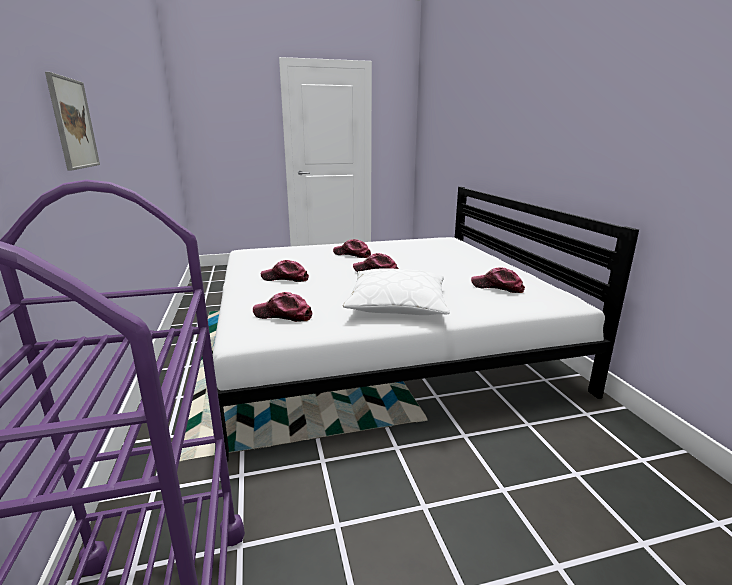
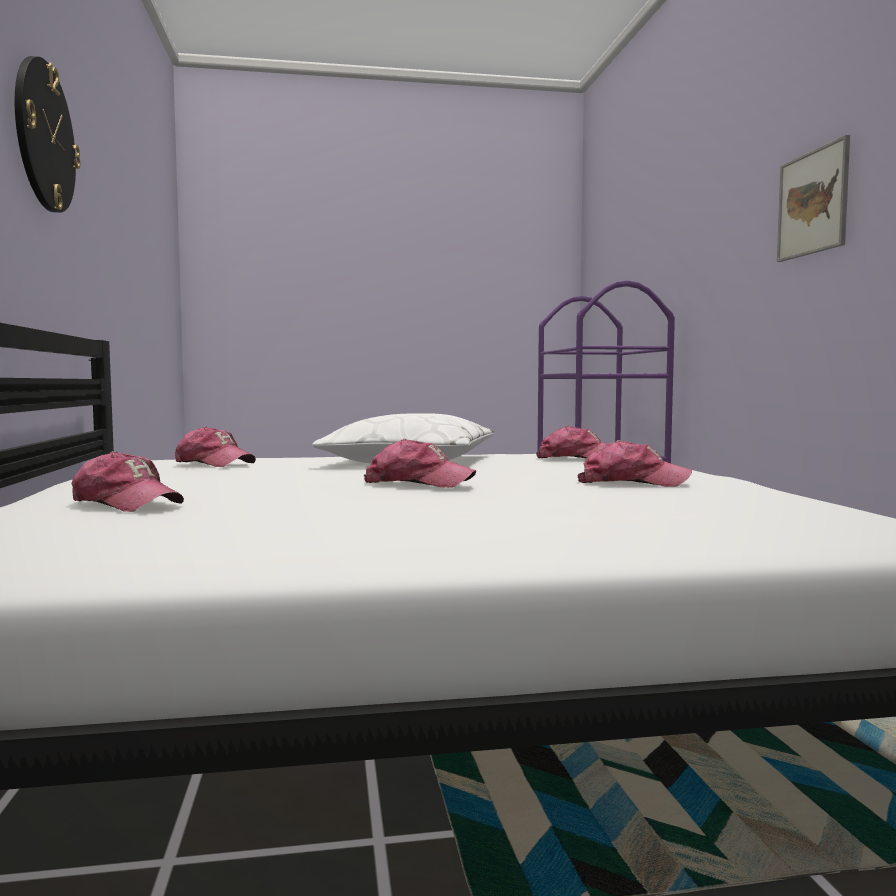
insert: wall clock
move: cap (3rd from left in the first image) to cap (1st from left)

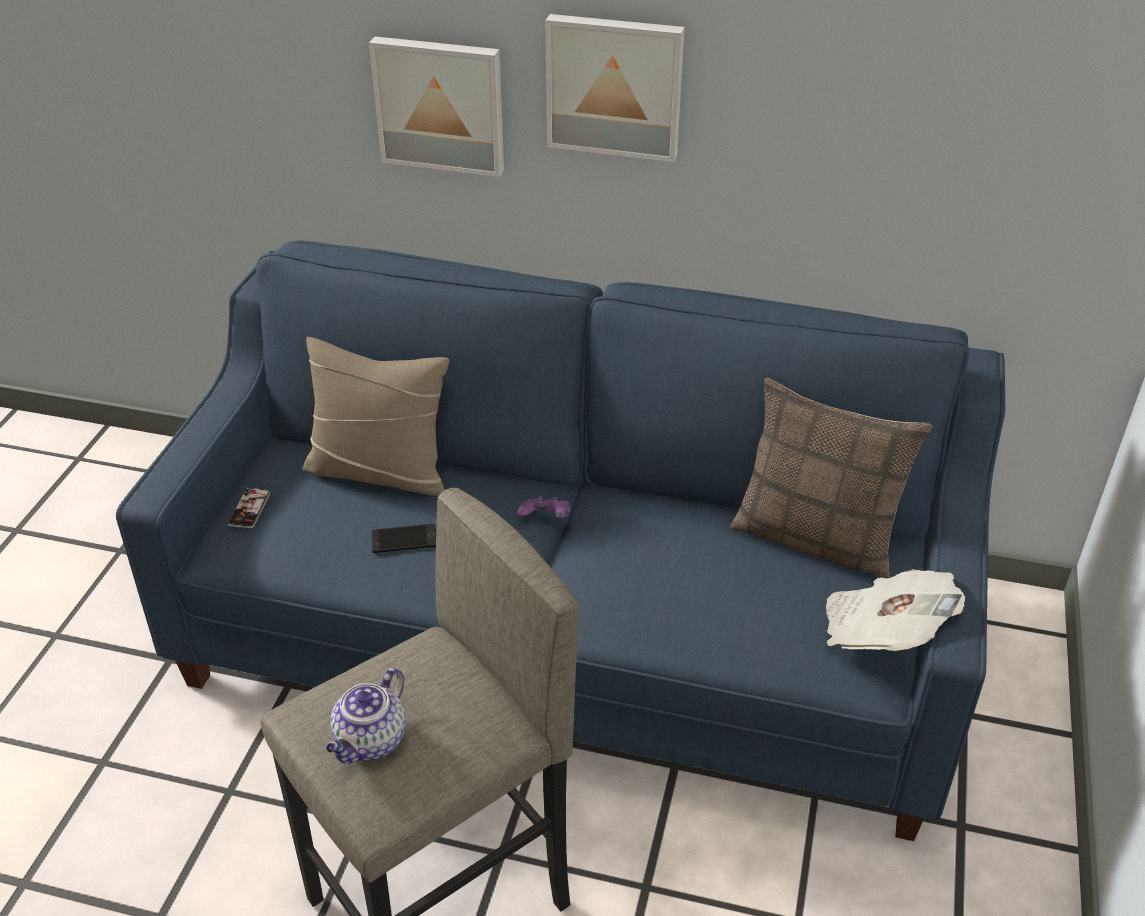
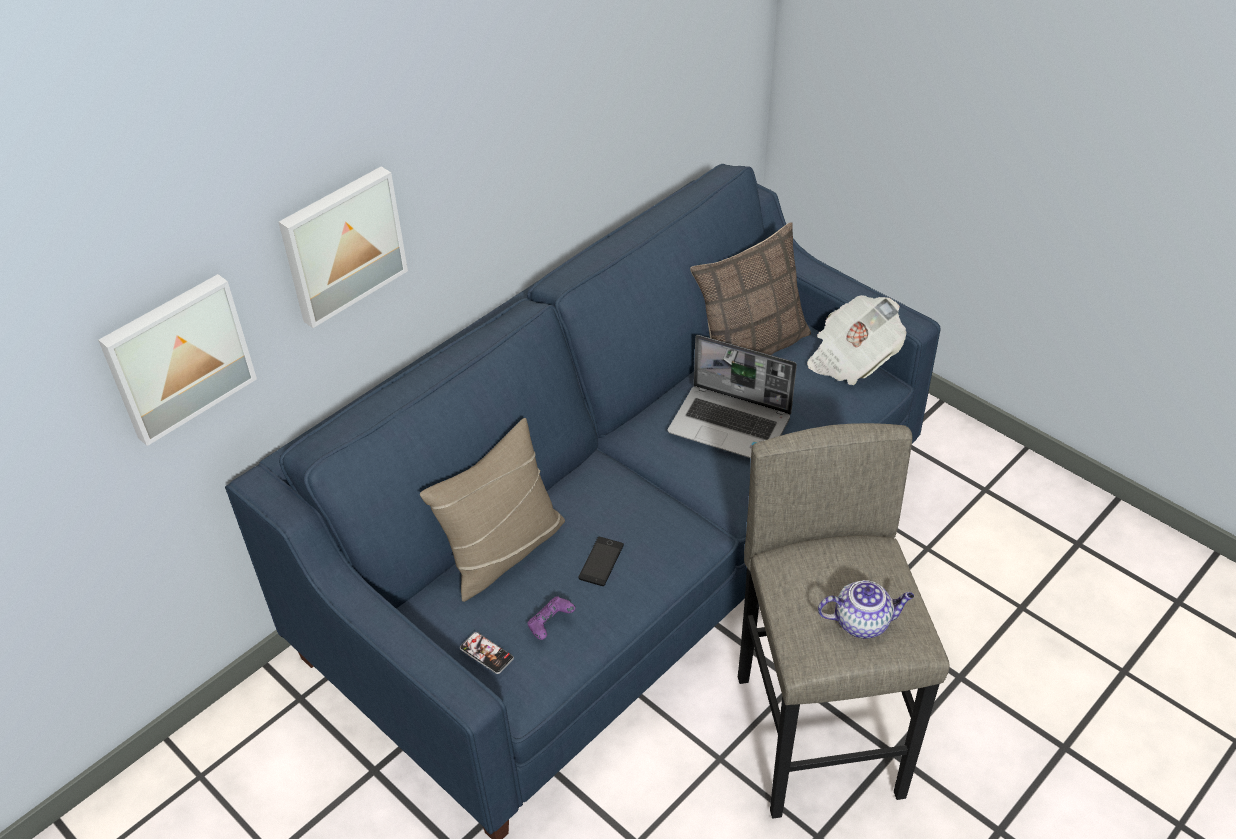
insert: laptop
move: game controller (purple); picture (2nd from left in the first image) to picture (1st from left)
rotate: teapot 60 degrees counterclockwise

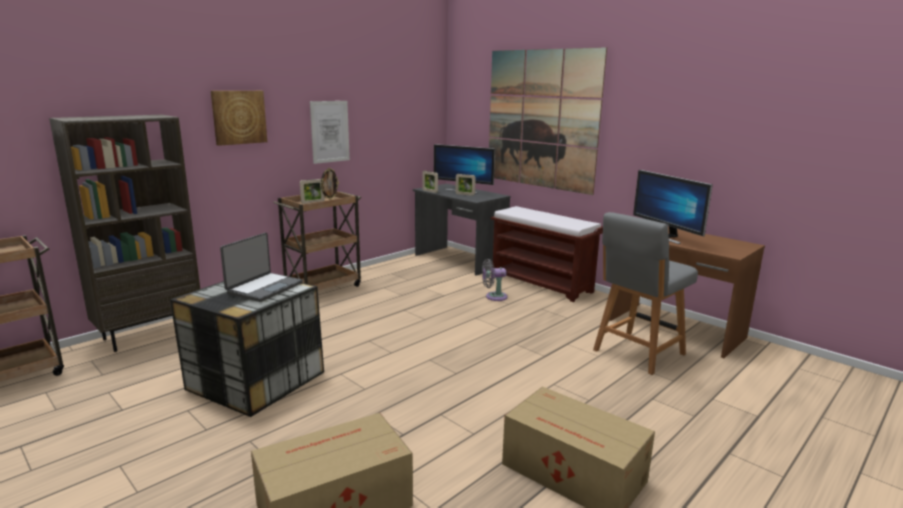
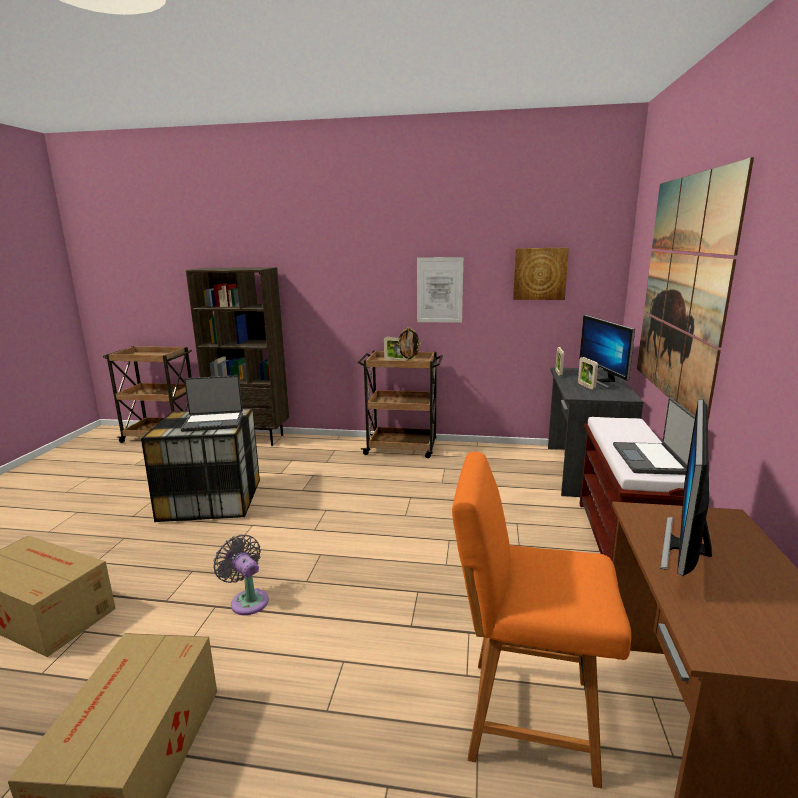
insert: laptop (2nd from left)
move: picture (1st from left in the first image) to picture (2nd from left); fan (grey)
recolor: chair (grey) to chair (orange)

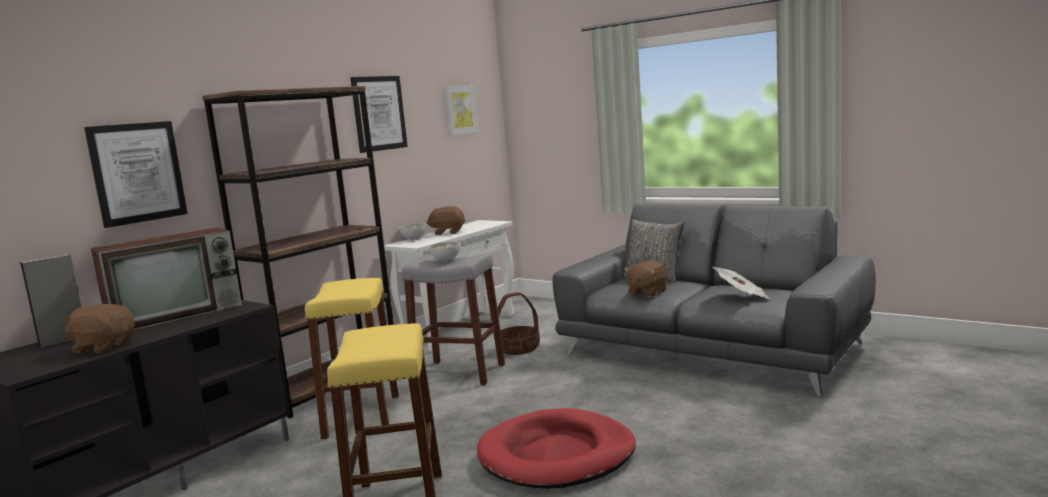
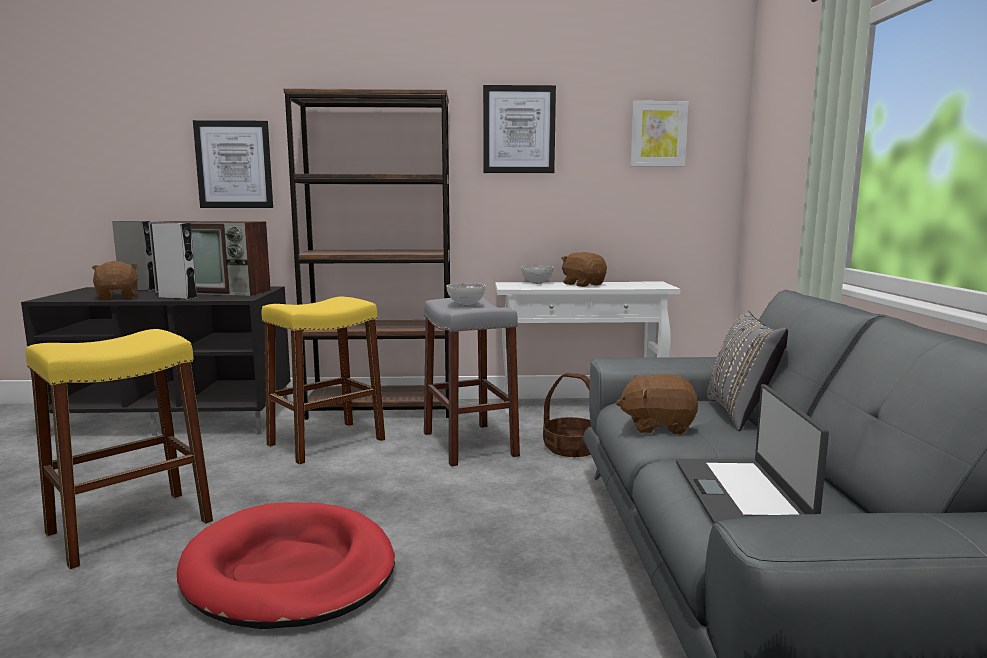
insert: speaker (grey) (2nd from left)
replace: newspaper to laptop

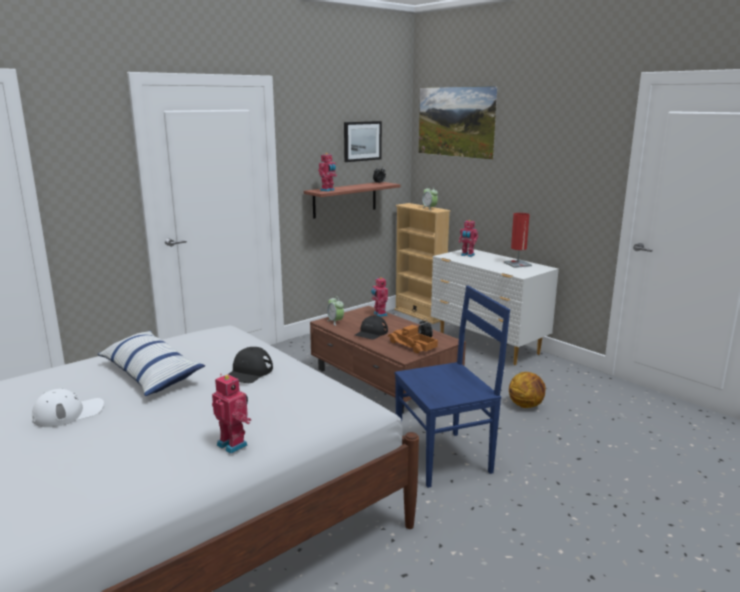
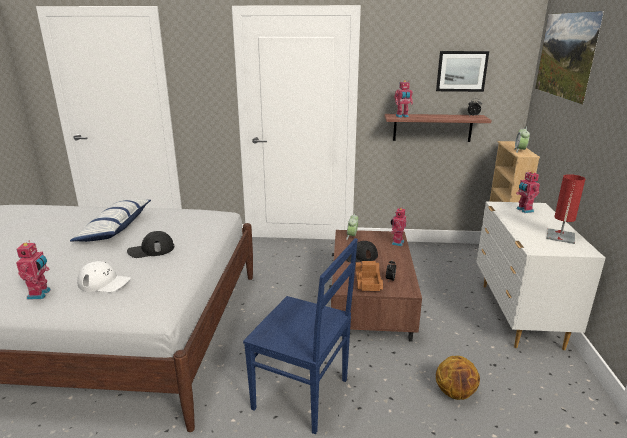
move: cap (white)

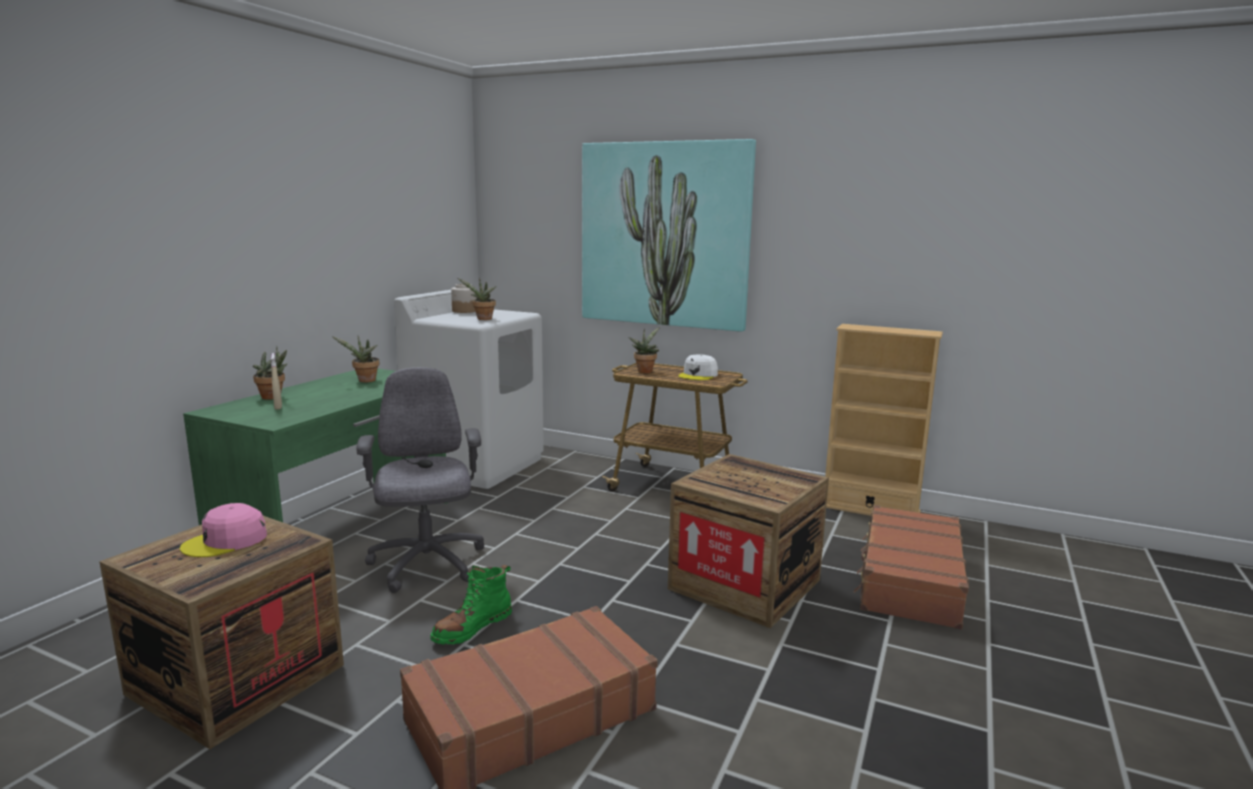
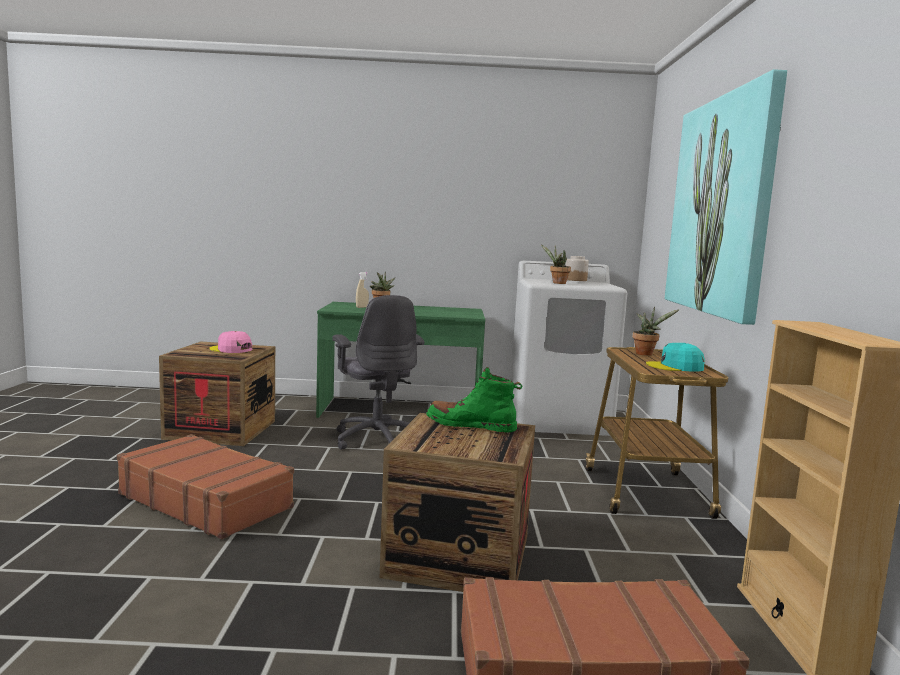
delete: potted plant (2nd from left)
move: boot (green)
recolor: cap (white) to cap (turquoise)
rotate: office chair (grey) 105 degrees clockwise

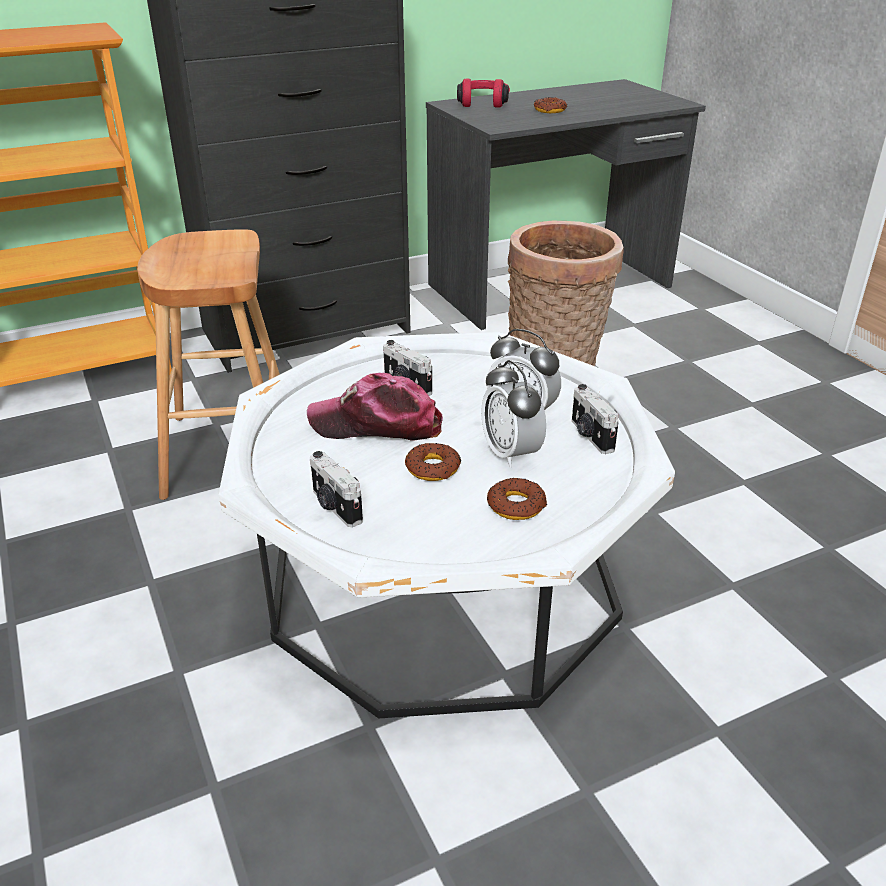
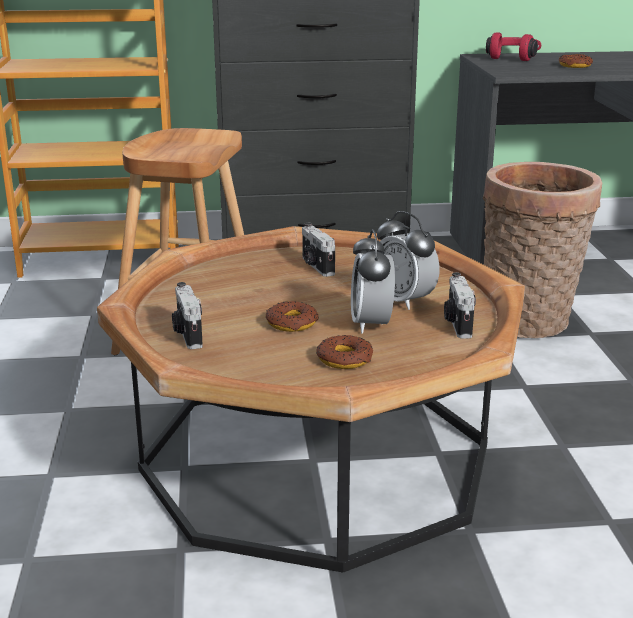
delete: cap
recolor: coffee table (white) to coffee table (brown)

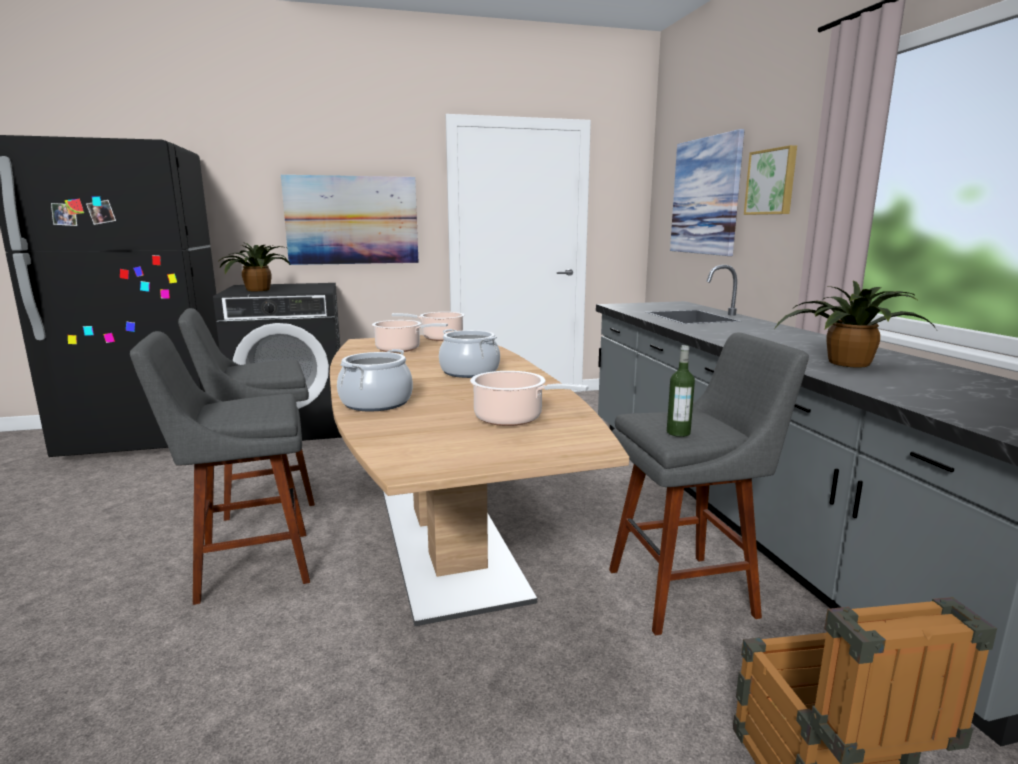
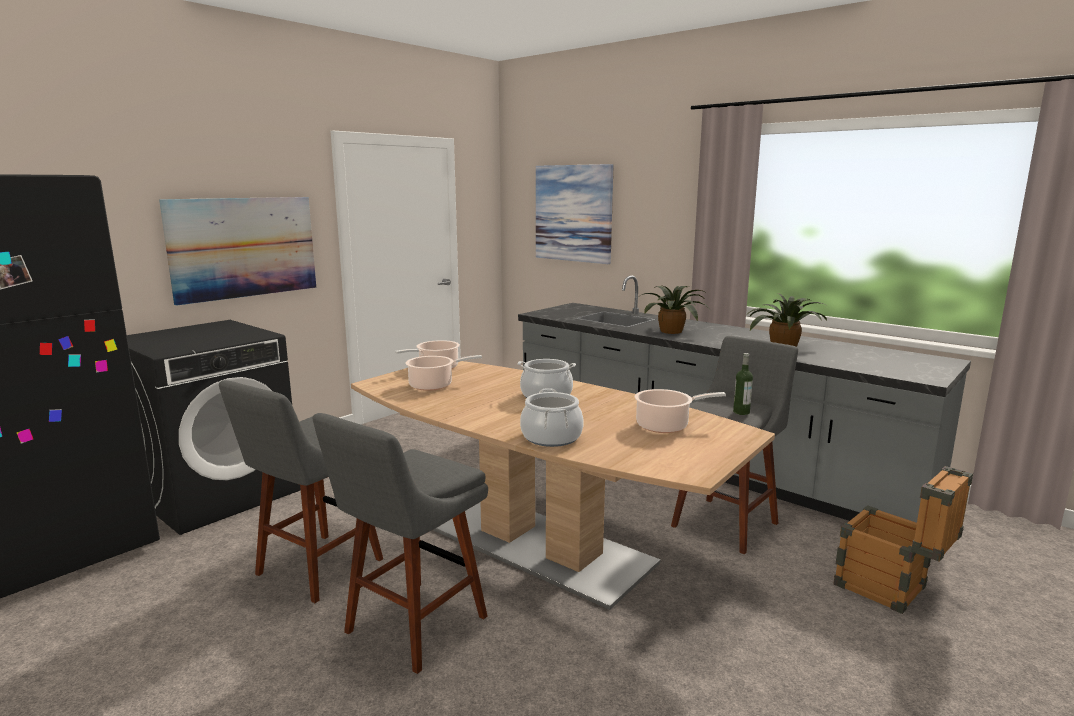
delete: picture (3rd from left)
move: potted plant (1st from left)

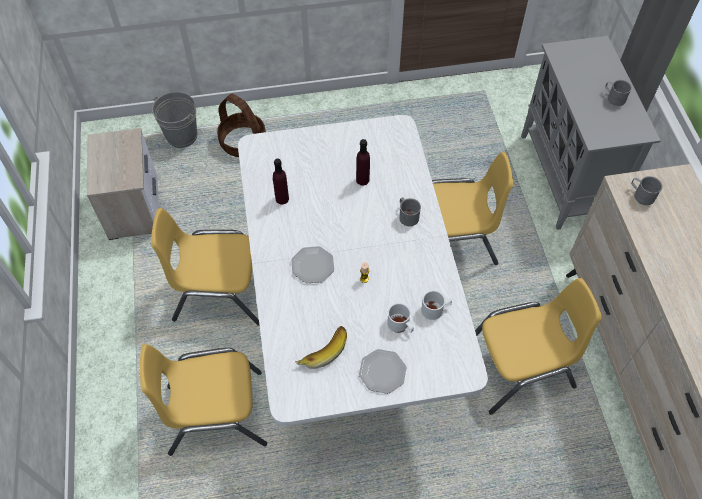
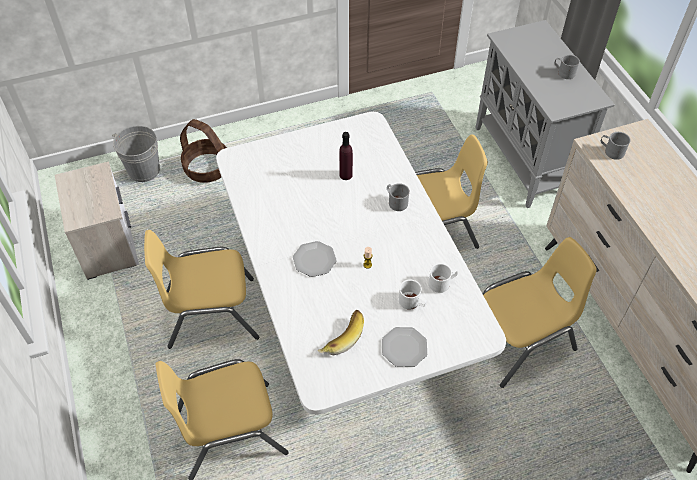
delete: bottle (purple) (1st from left)

